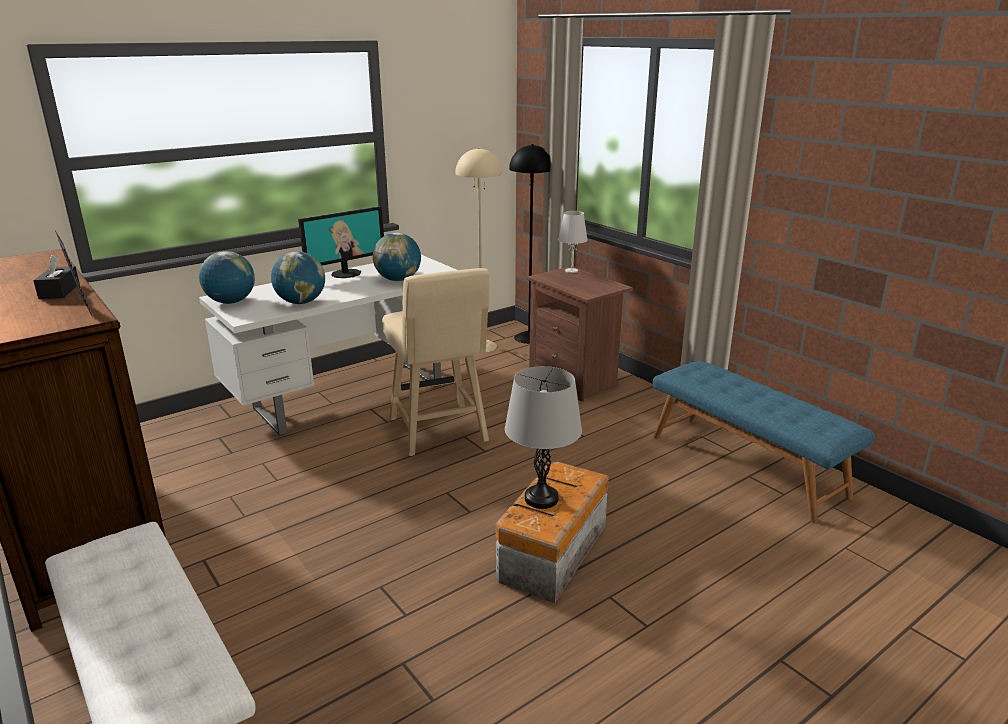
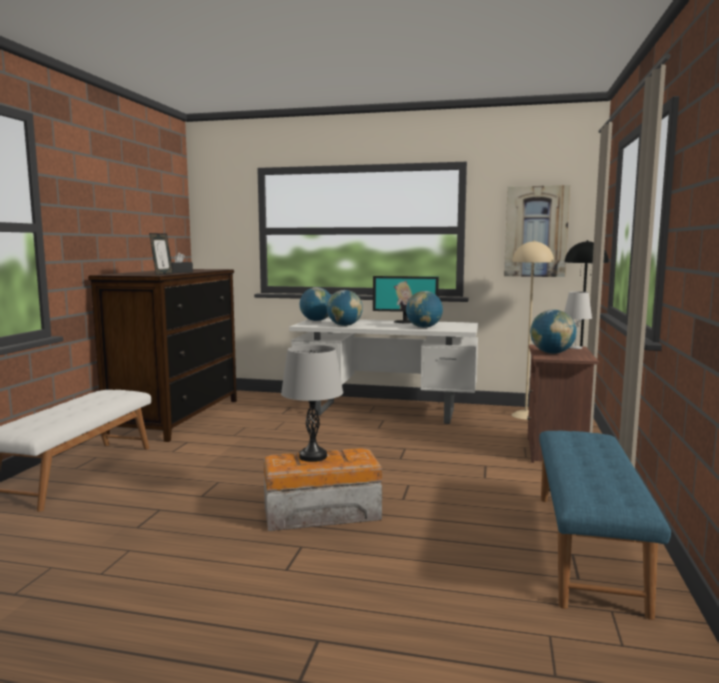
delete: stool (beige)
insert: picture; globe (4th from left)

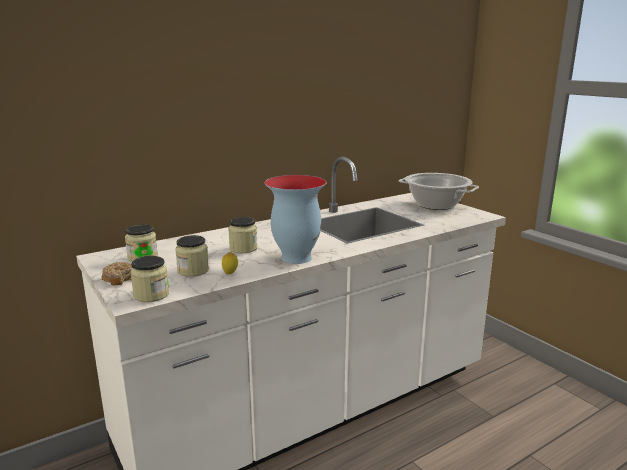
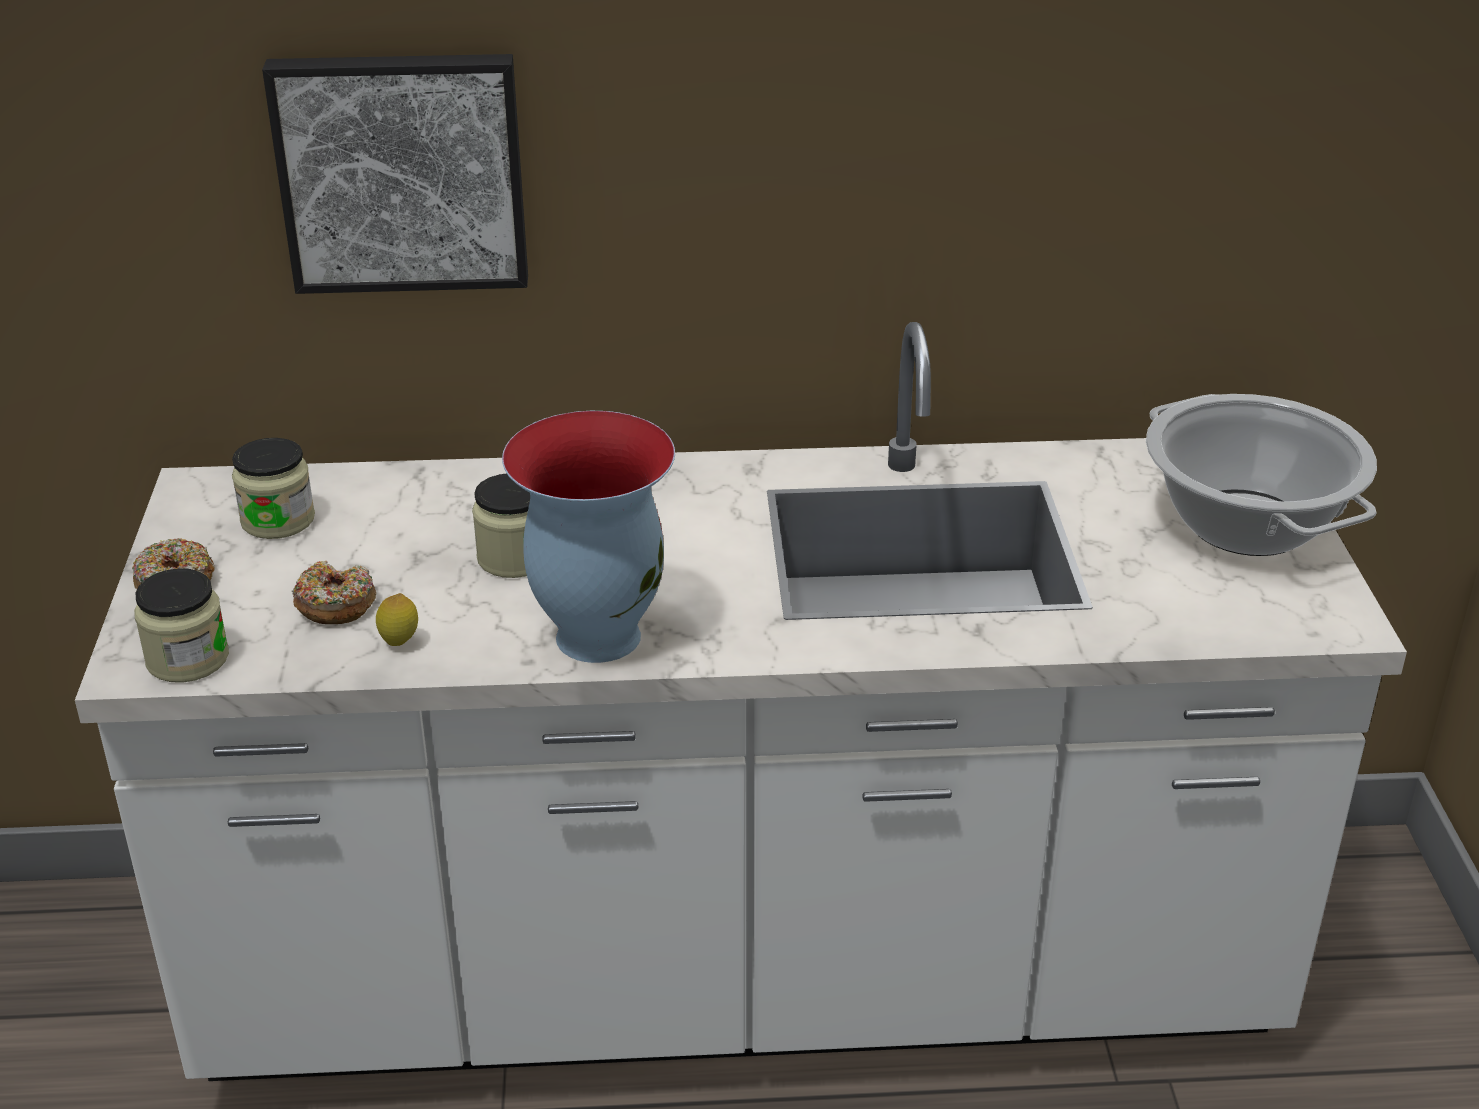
insert: picture
replace: jar (3rd from left) to donut (2nd from left)

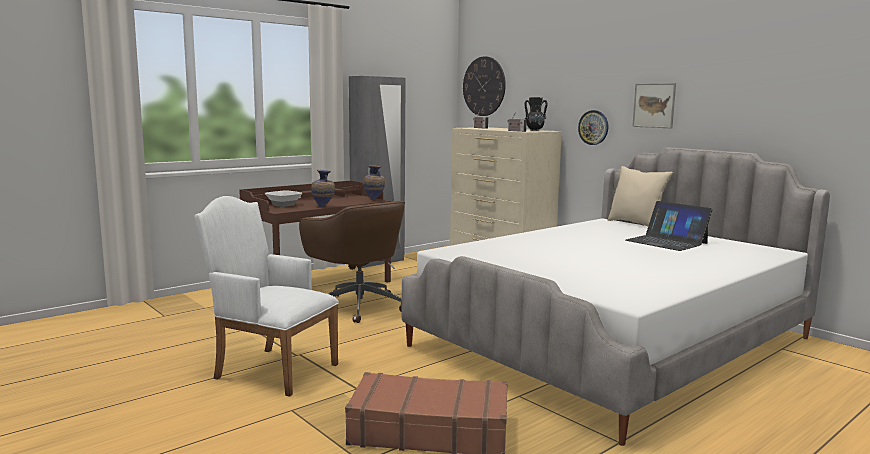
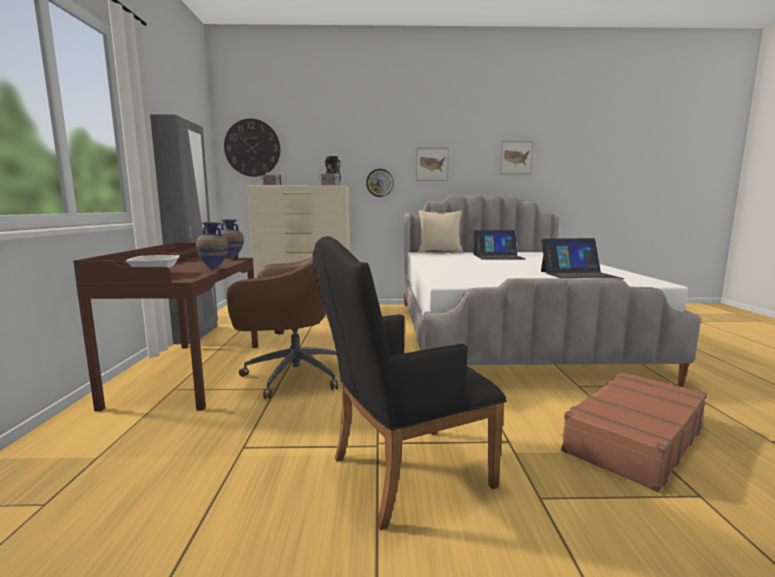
insert: picture (2nd from left); laptop (2nd from left)
recolor: armchair (white) to armchair (black)

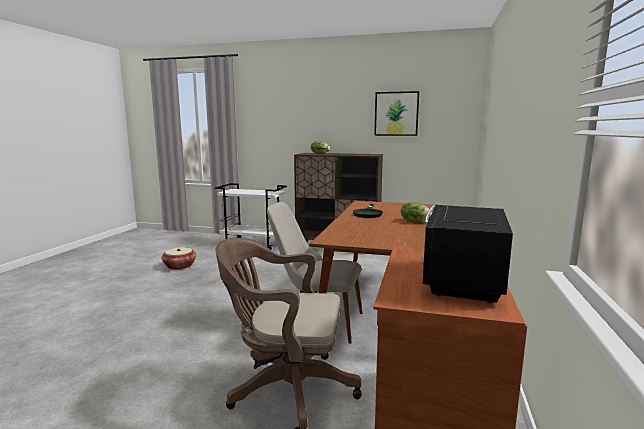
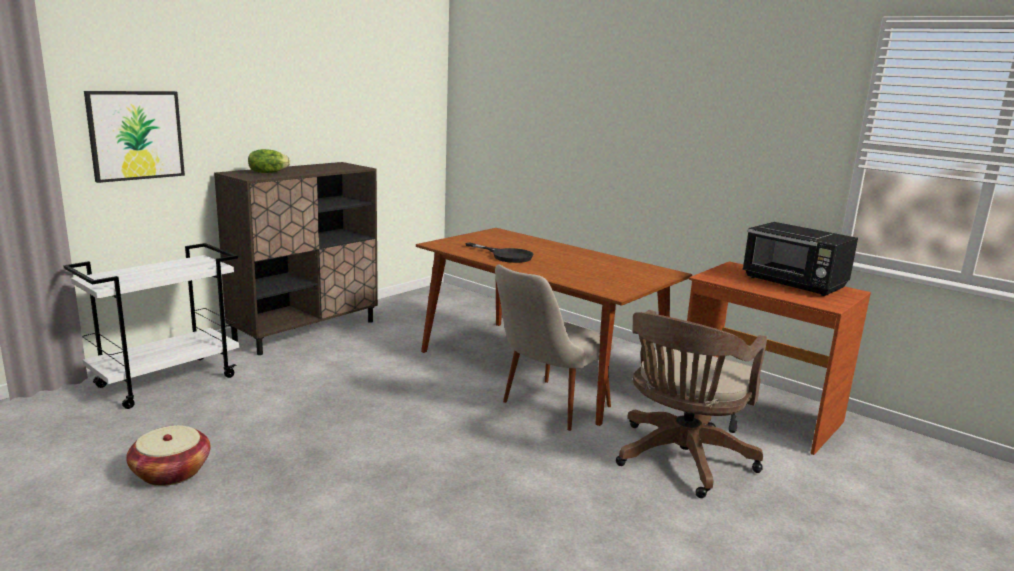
delete: lettuce (2nd from left)
move: picture

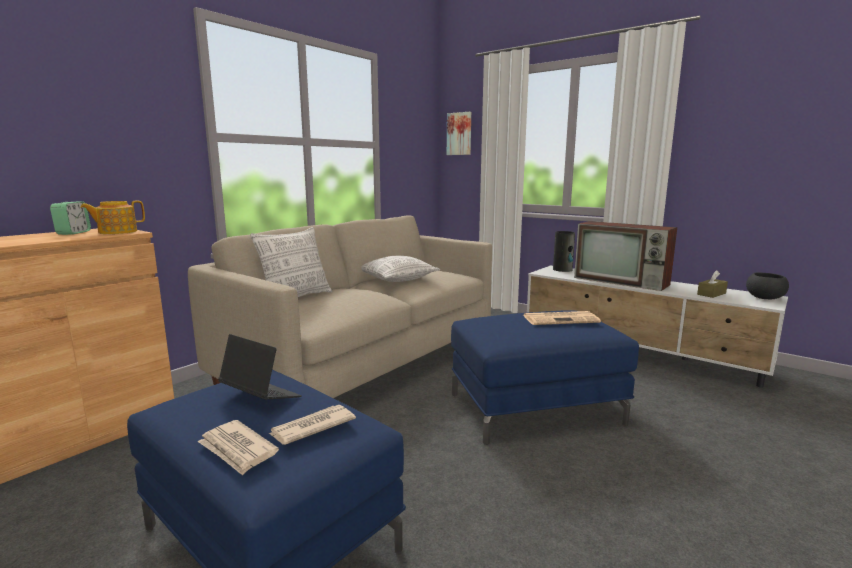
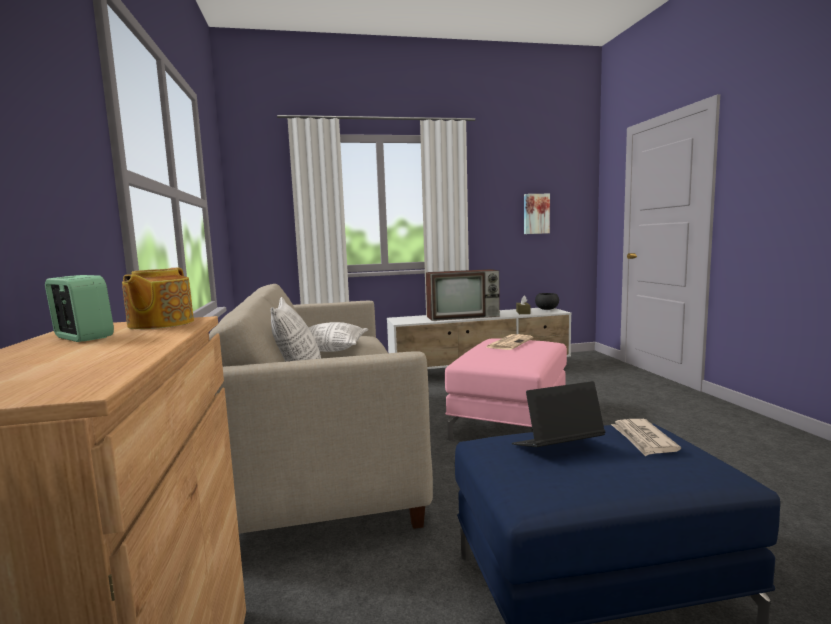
delete: newspaper (1st from left); vase
move: picture
recolor: ottoman (blue) (2nd from left) to ottoman (pink)

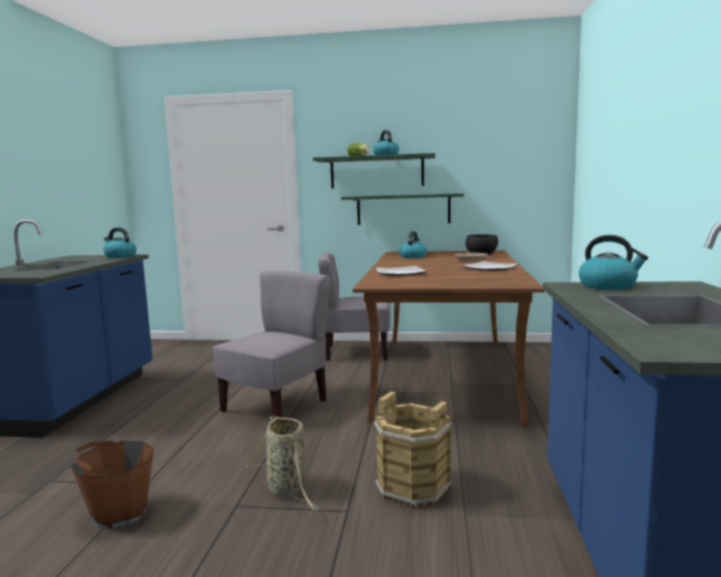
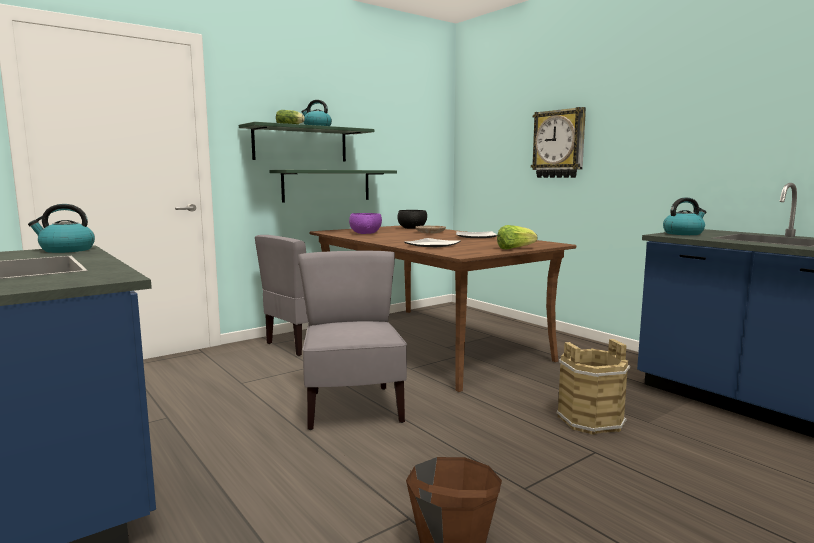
delete: basket
insert: lettuce (2nd from left); wall clock
replace: kettle (3rd from left) to bowl (purple)

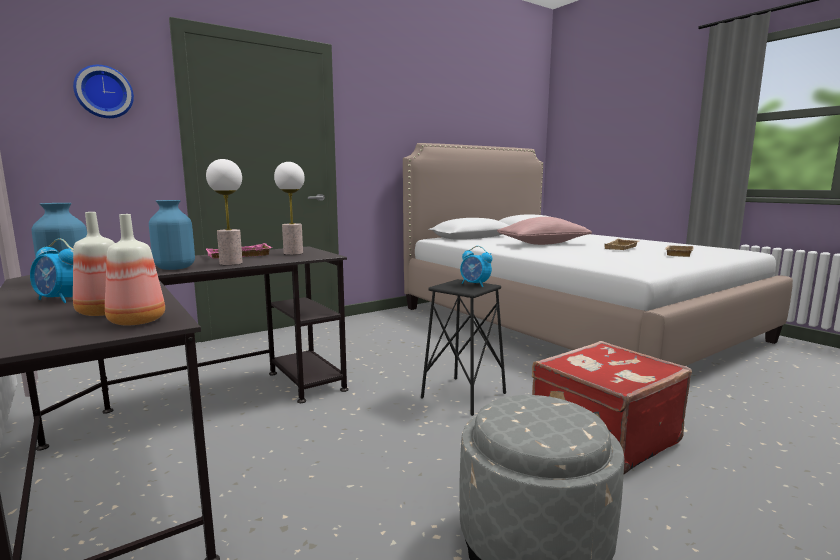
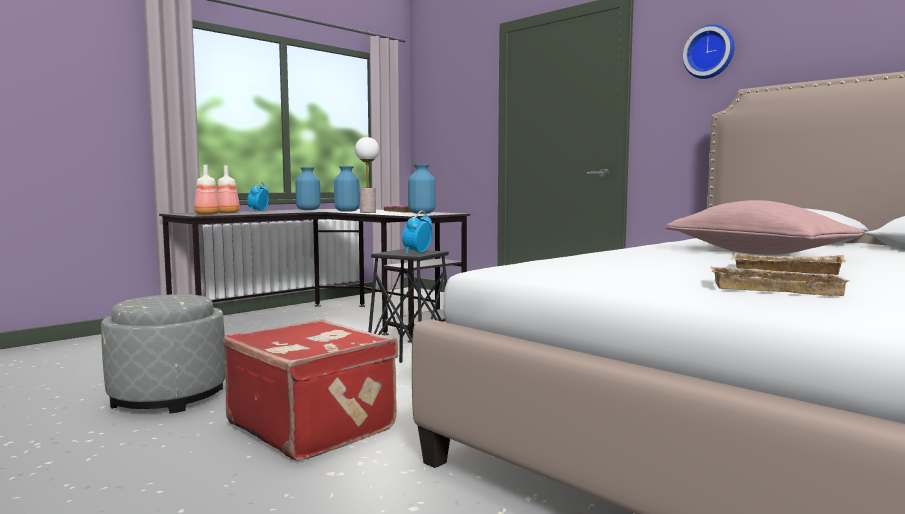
move: wall clock
replace: table lamp (2nd from left) to vase (blue) (3rd from left)

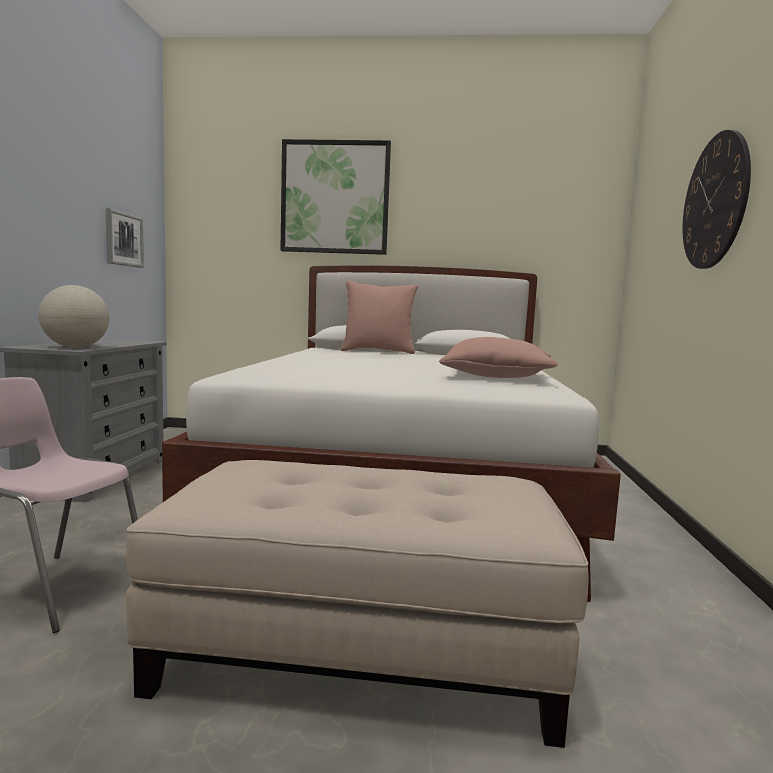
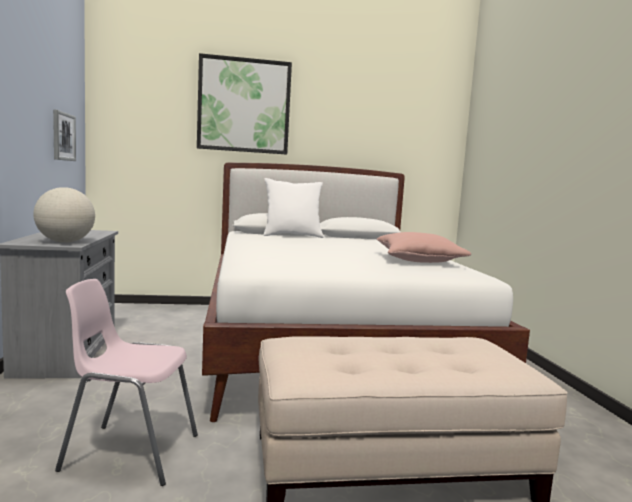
delete: wall clock
recolor: pillow (pink) (1st from left) to pillow (white)

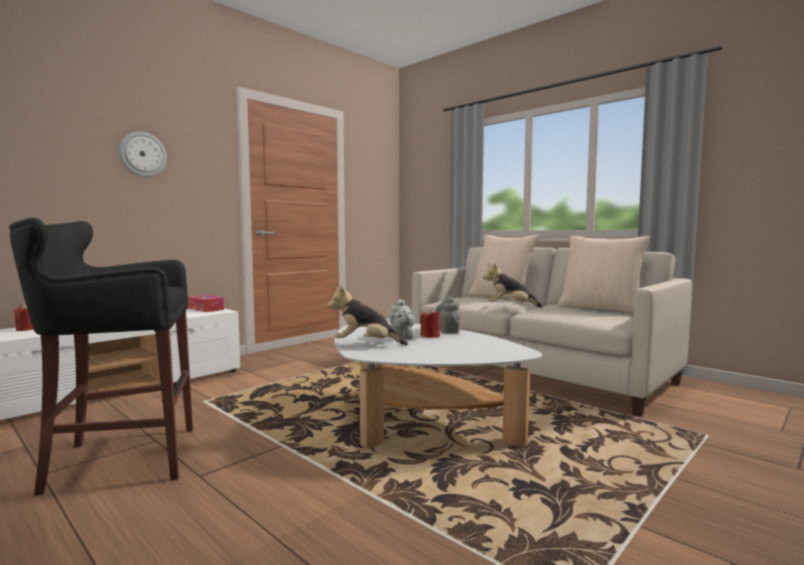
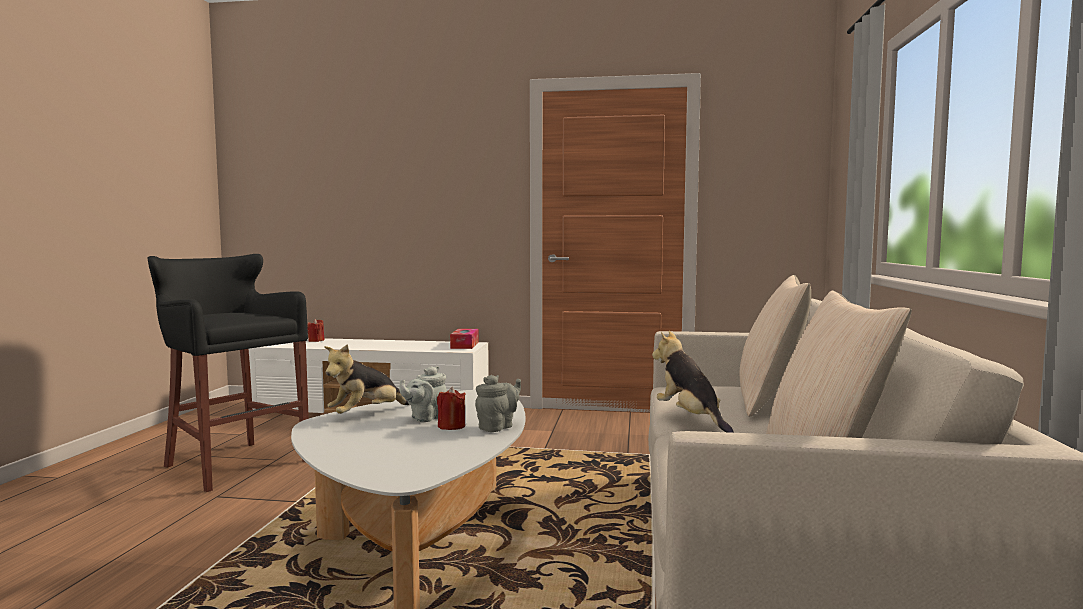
delete: wall clock
rotate: plush toy (1st from left) 105 degrees counterclockwise

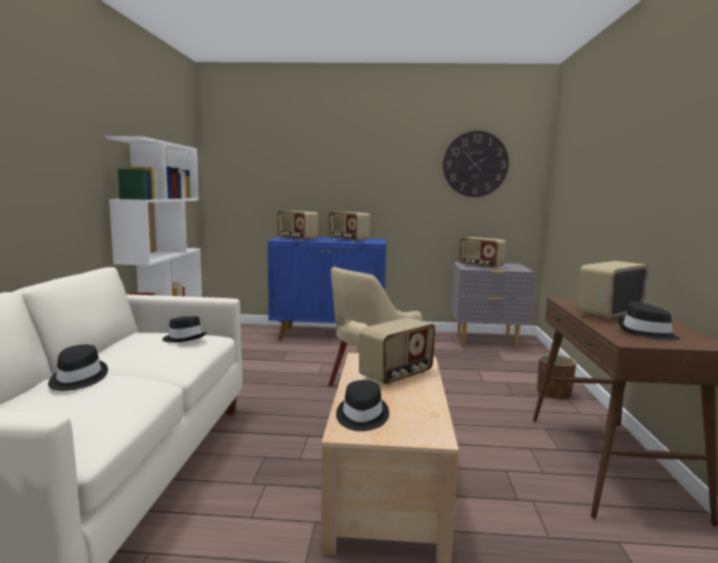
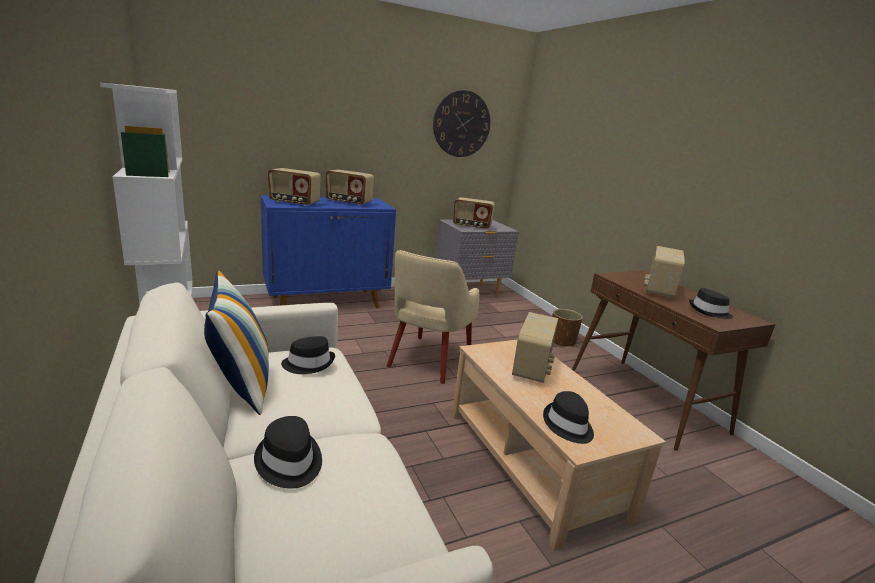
insert: pillow

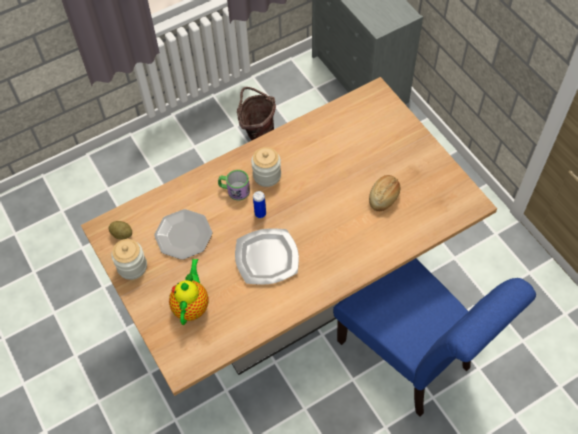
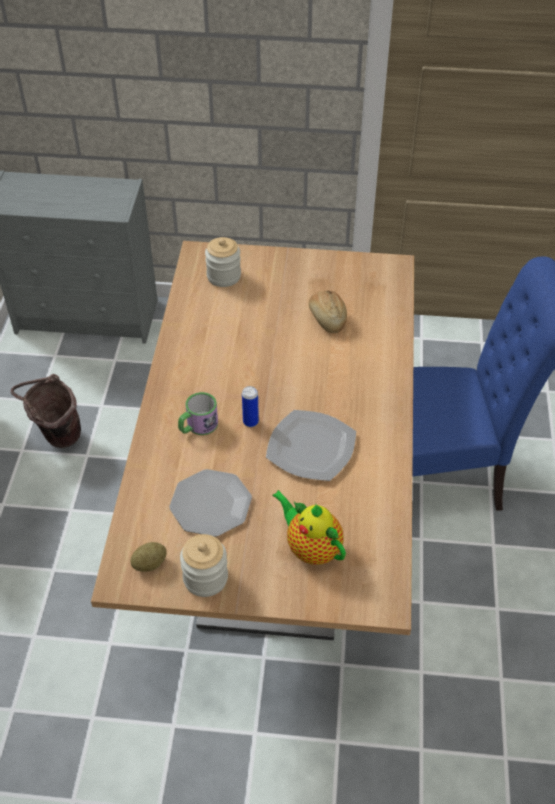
move: jar (2nd from left)

